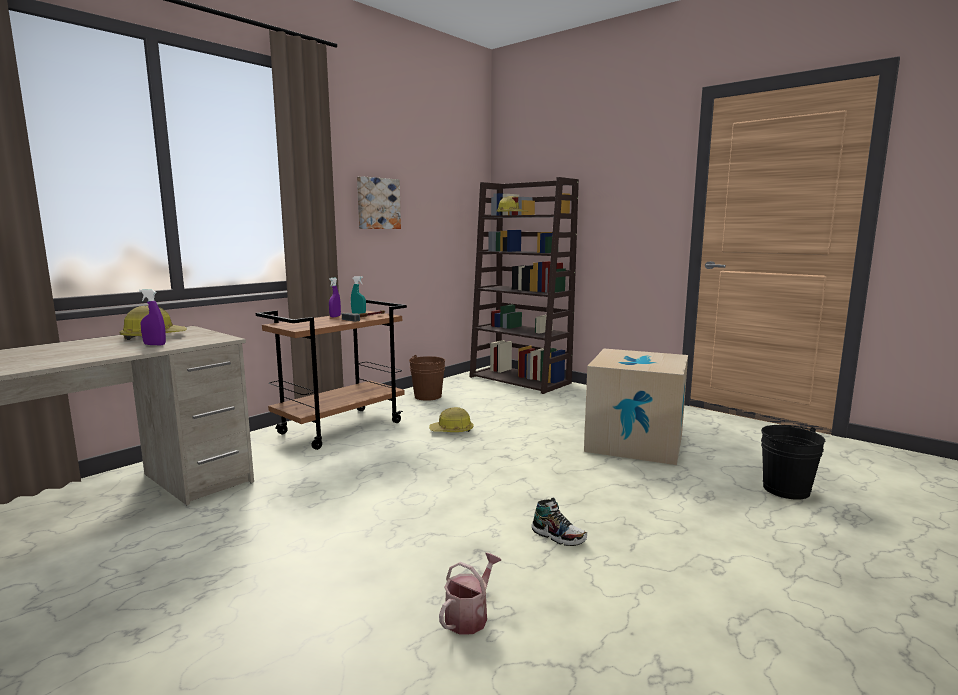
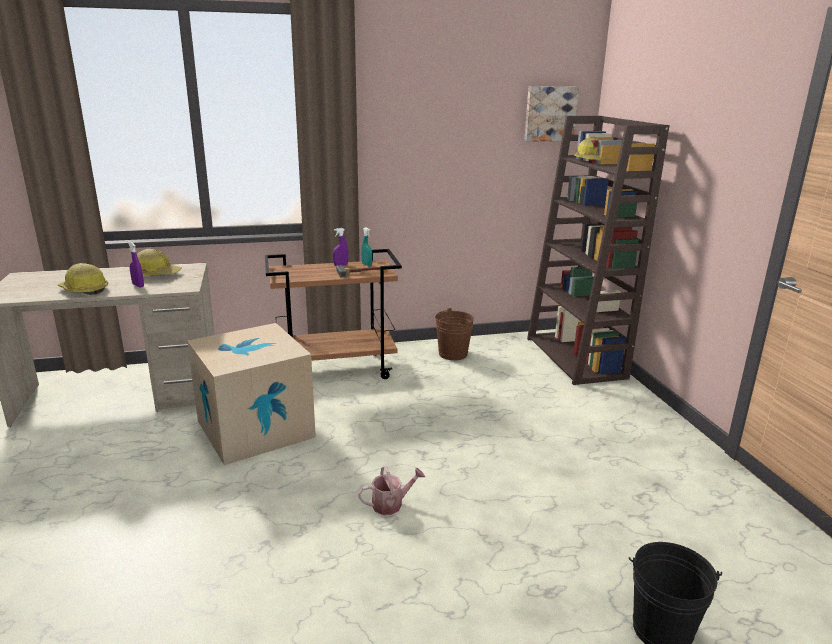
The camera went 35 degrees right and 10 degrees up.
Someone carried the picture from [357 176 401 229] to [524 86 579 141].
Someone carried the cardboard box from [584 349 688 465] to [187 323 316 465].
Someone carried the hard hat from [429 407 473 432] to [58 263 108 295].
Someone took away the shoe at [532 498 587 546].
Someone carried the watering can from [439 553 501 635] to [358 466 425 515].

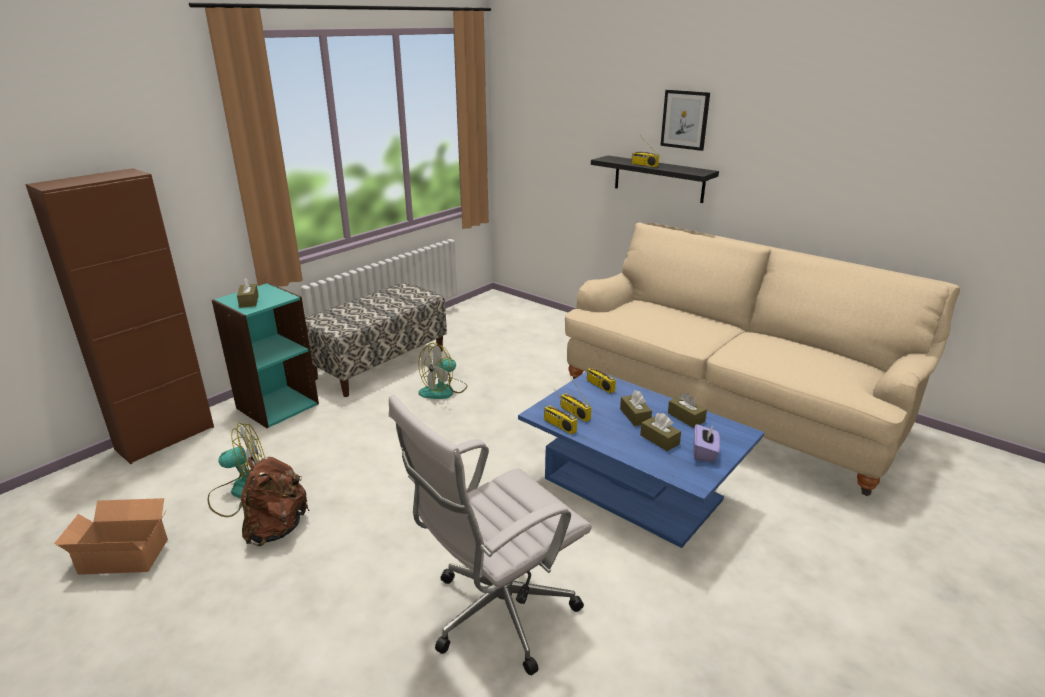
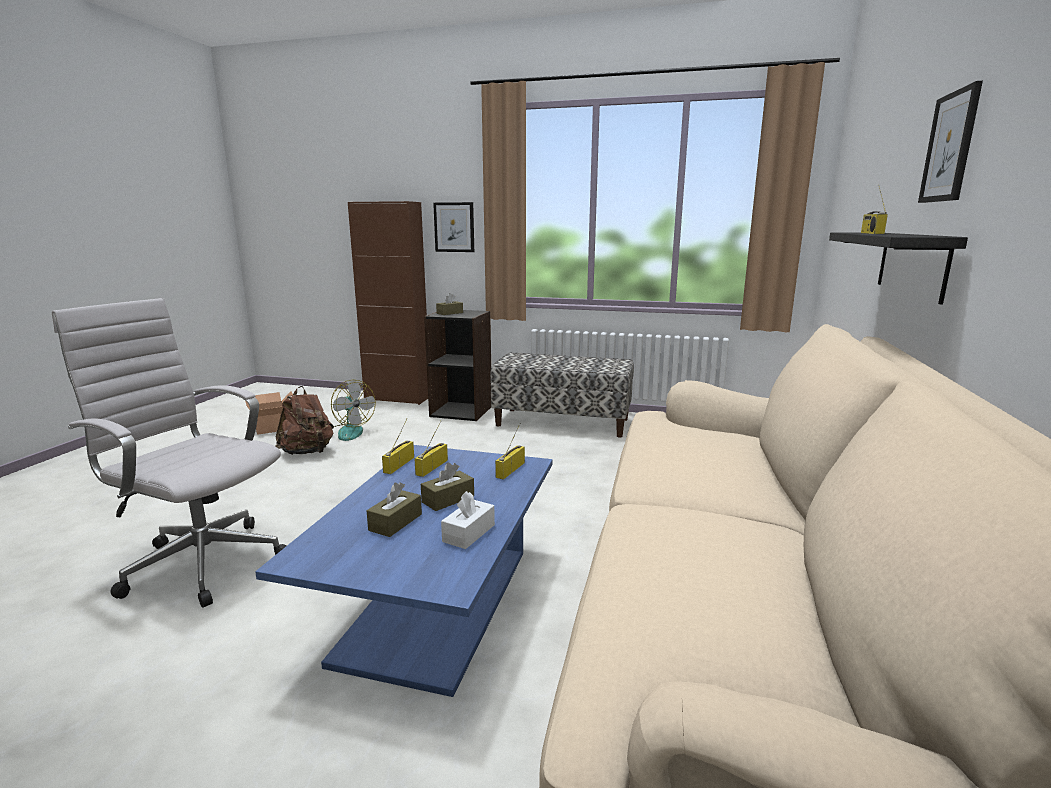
The camera went 65 degrees right and 10 degrees down.
Someone repainted the turquoise bookcase at [212 283 319 428], which became the black bookcase at [424 310 491 421].
Someone took away the fan at [418 343 468 399].
Someone repainted the brown tissue box at [668 393 707 428], which became the white tissue box at [441 491 495 549].
Someone took away the purple tissue box at [694 424 720 462].
Someone put up the picture at [433 202 474 252].

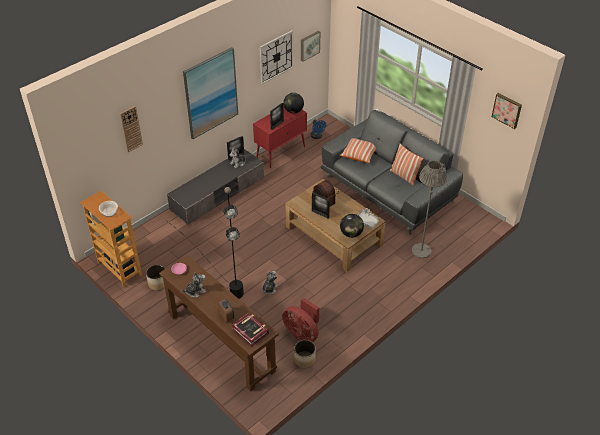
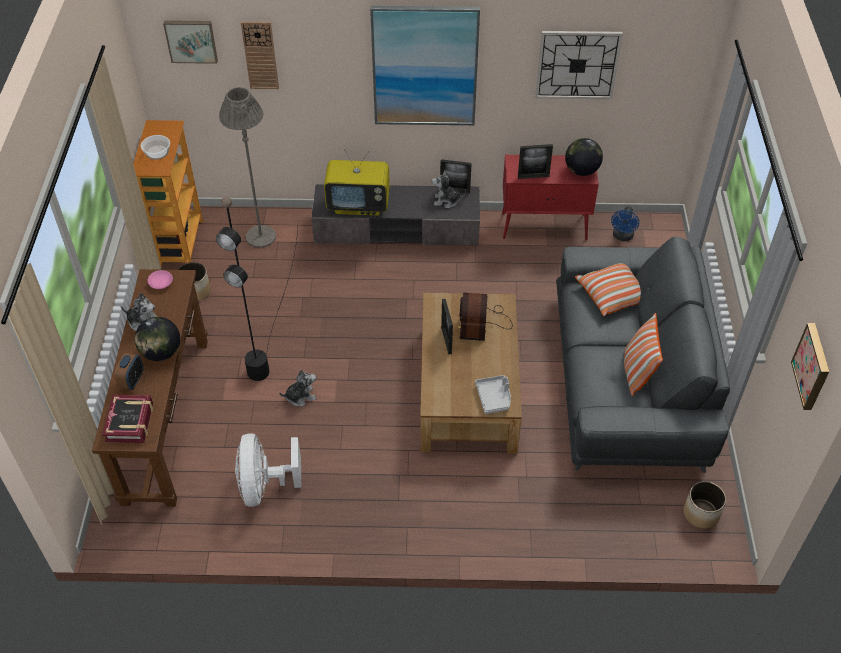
The camera went 45 degrees right and 5 degrees up.
Someone carried the picture from [301 31 320 62] to [163 20 218 64].
Someone carried the grey floor lamp from [412 160 447 258] to [219 87 276 248].
Someone carried the globe from [340 214 364 238] to [135 317 180 361].
Someone repainted the red fan at [282 297 319 342], which became the white fan at [235 433 301 507].
Someone carried the planter from [294 340 316 368] to [683 481 726 529].
Someone put down the television at [324 149 390 215].

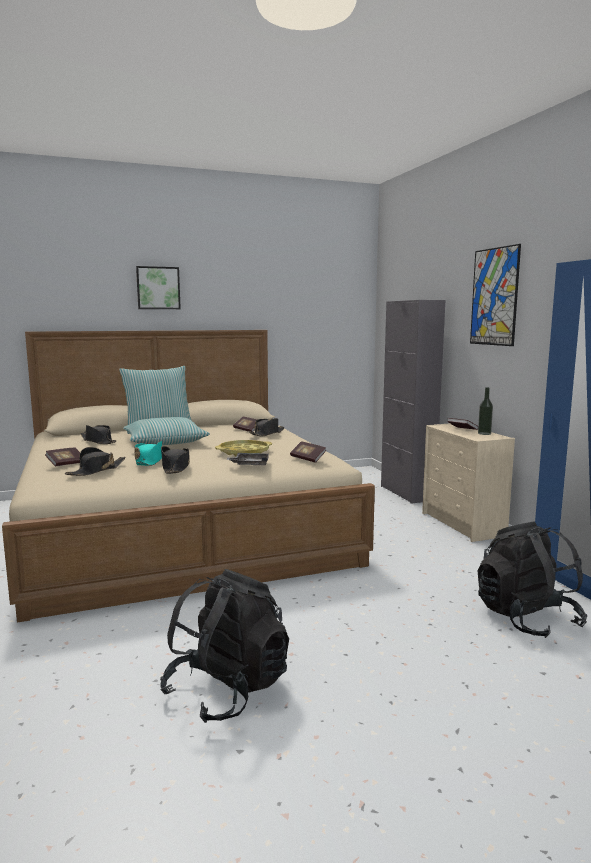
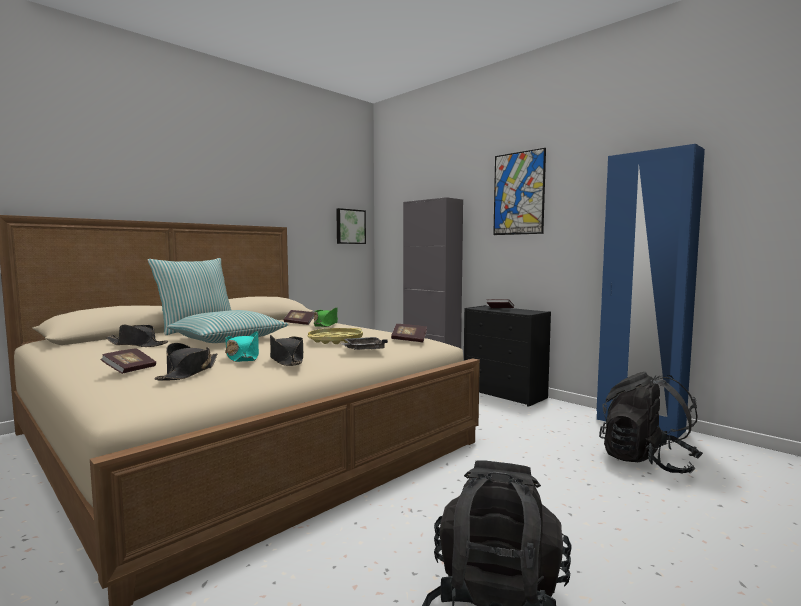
The camera went 25 degrees left and 5 degrees down.
Someone carried the picture from [136 266 181 309] to [336 208 366 244].
Someone took away the bottle at [478 387 493 435].
Someone repainted the black hat at [248 418 285 437], which became the green hat at [314 308 338 327].
Someone repainted the beige dresser at [422 424 515 542], which became the black dresser at [464 305 551 407].

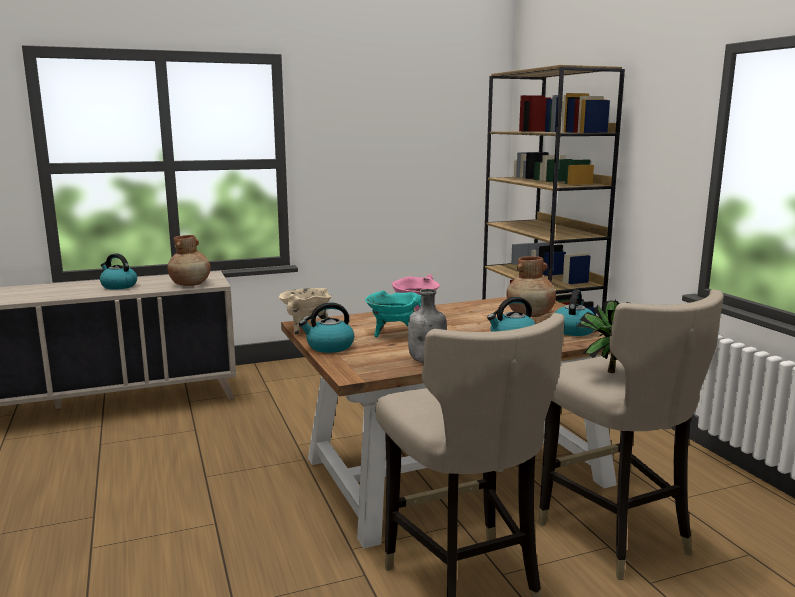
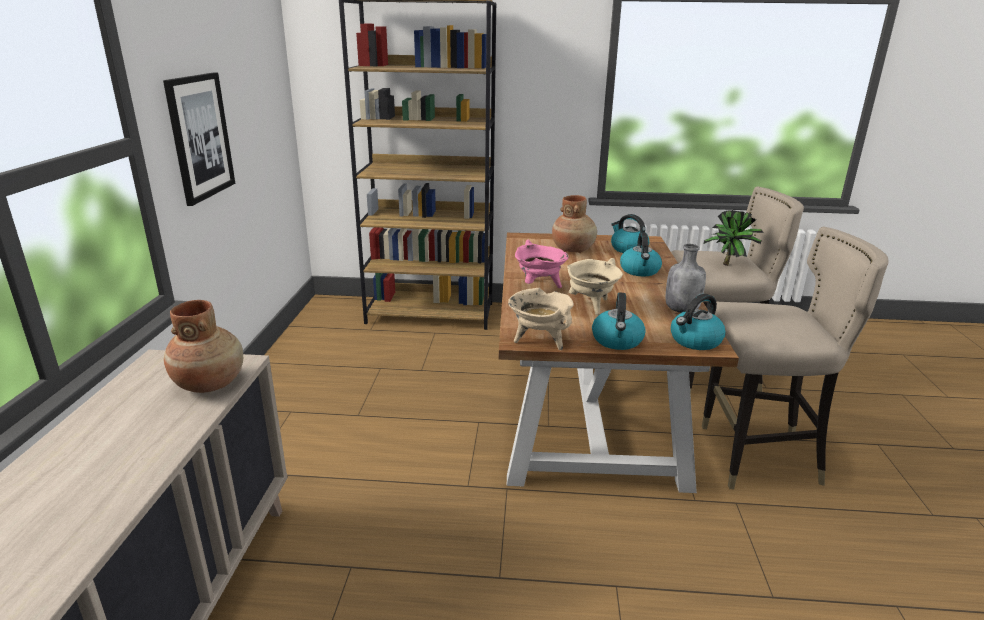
The camera went 65 degrees left and 10 degrees up.
Someone carried the kettle from [100 253 137 290] to [671 294 726 350].
Someone repainted the turquoise cooking pot at [365 291 421 337], which became the beige cooking pot at [567 258 623 315].
Someone put up the picture at [163 73 235 206].

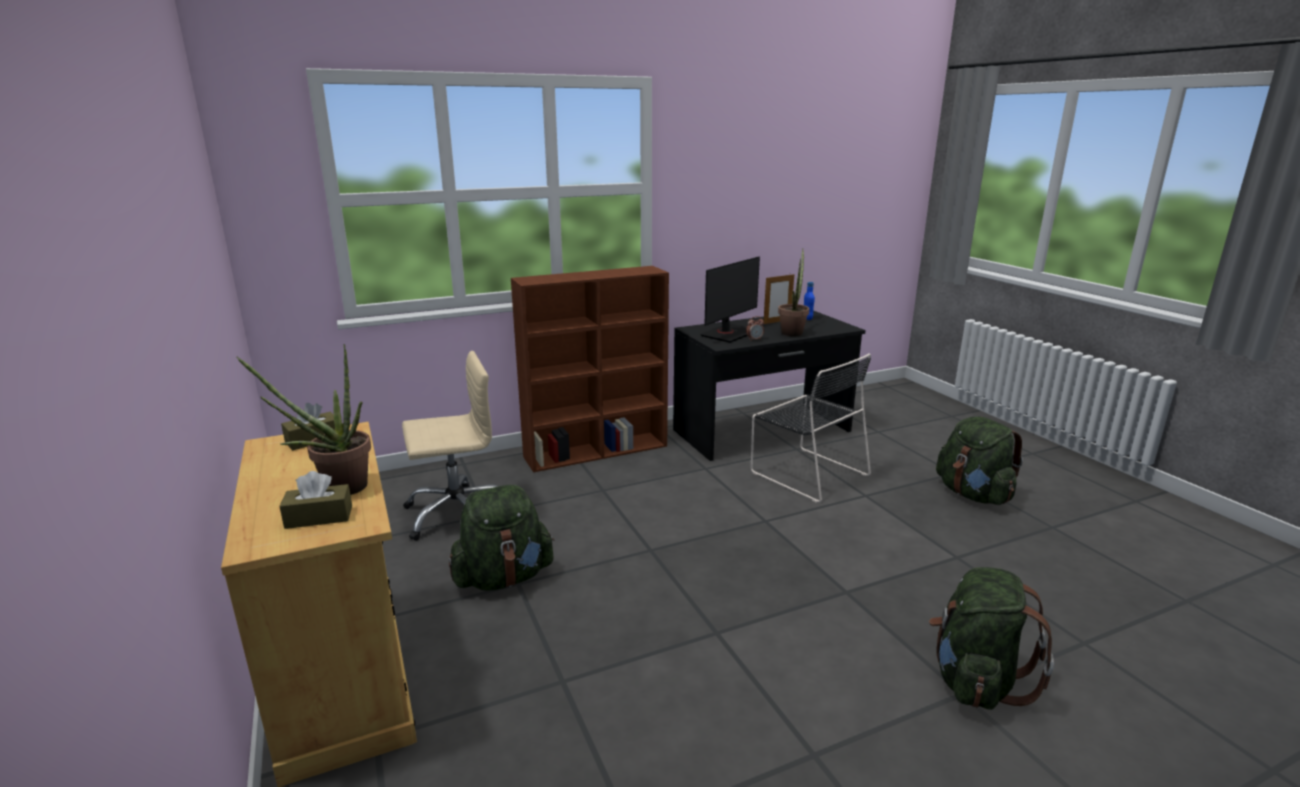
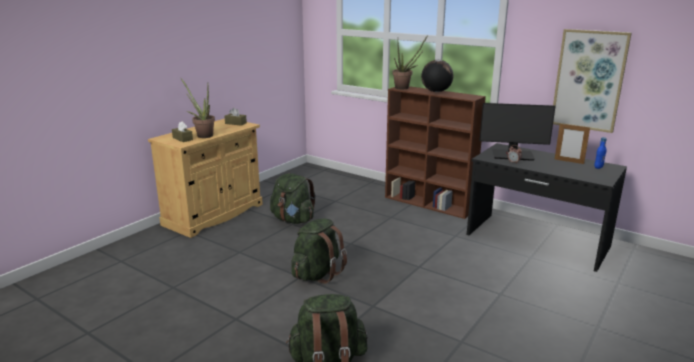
The camera went 60 degrees right and 0 degrees up.
Someone carried the potted plant from [778 248 809 336] to [393 35 428 89].
Someone took away the beige office chair at [402 351 498 541].
Someone took away the black chair at [751 353 871 503].
Someone carried the green backpack from [936 416 1023 505] to [291 219 347 284].
Someone put up the picture at [553 29 632 133].
Someone put down the globe at [421 60 454 92].

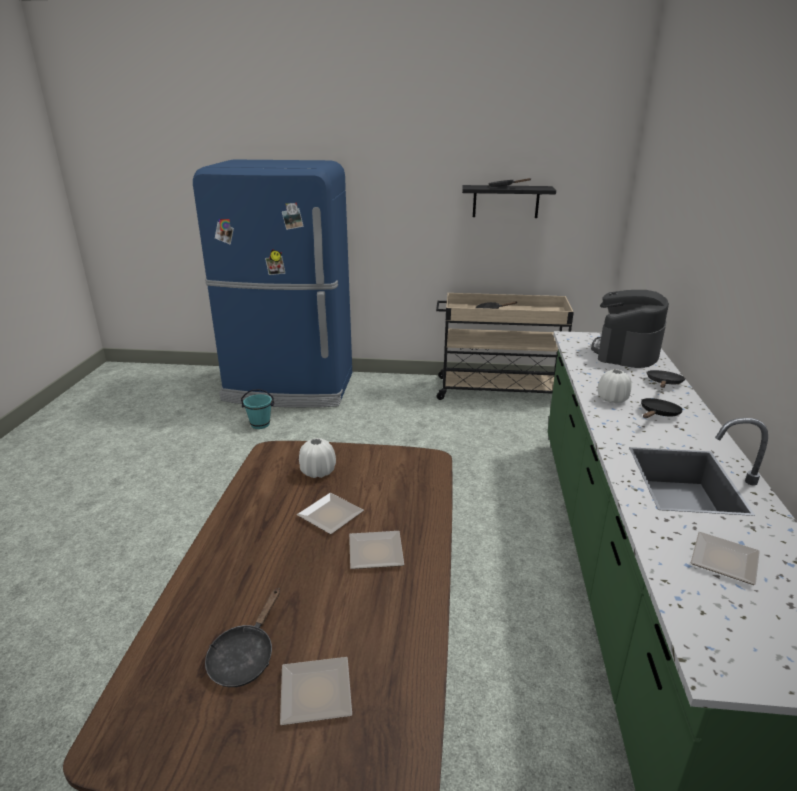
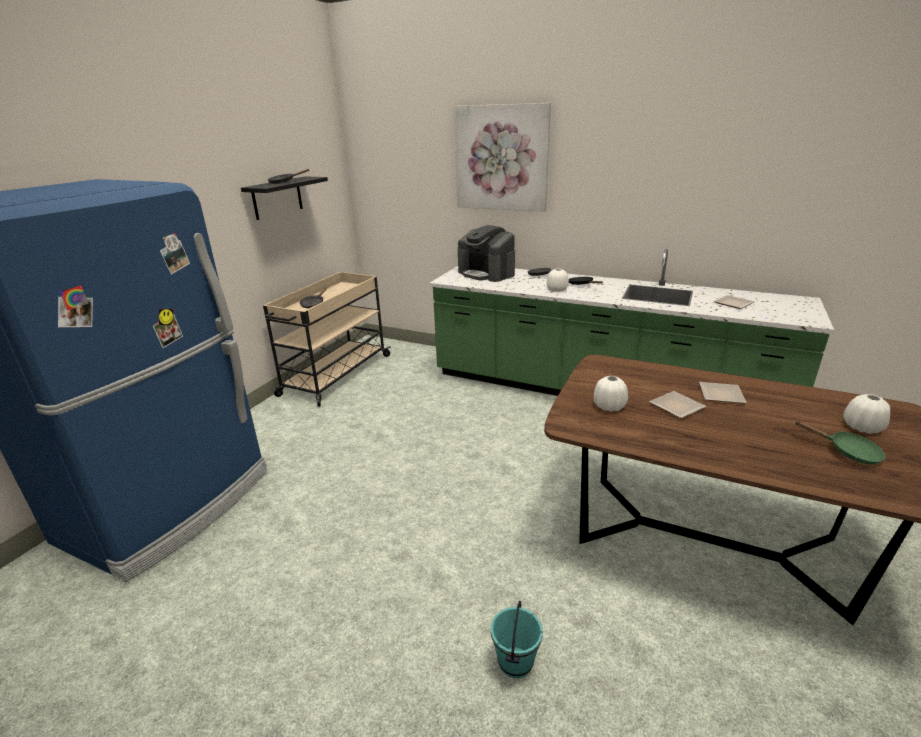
The camera went 70 degrees left and 0 degrees up.
Someone carried the turquoise bucket from [241 389 274 429] to [491 601 543 678].
Someone repainted the black frying pan at [205 588 280 687], which became the green frying pan at [795 420 886 464].
Someone swapped the plate at [280 657 352 725] for the white vase at [843 394 890 434].
Someone put up the picture at [454 103 551 212].

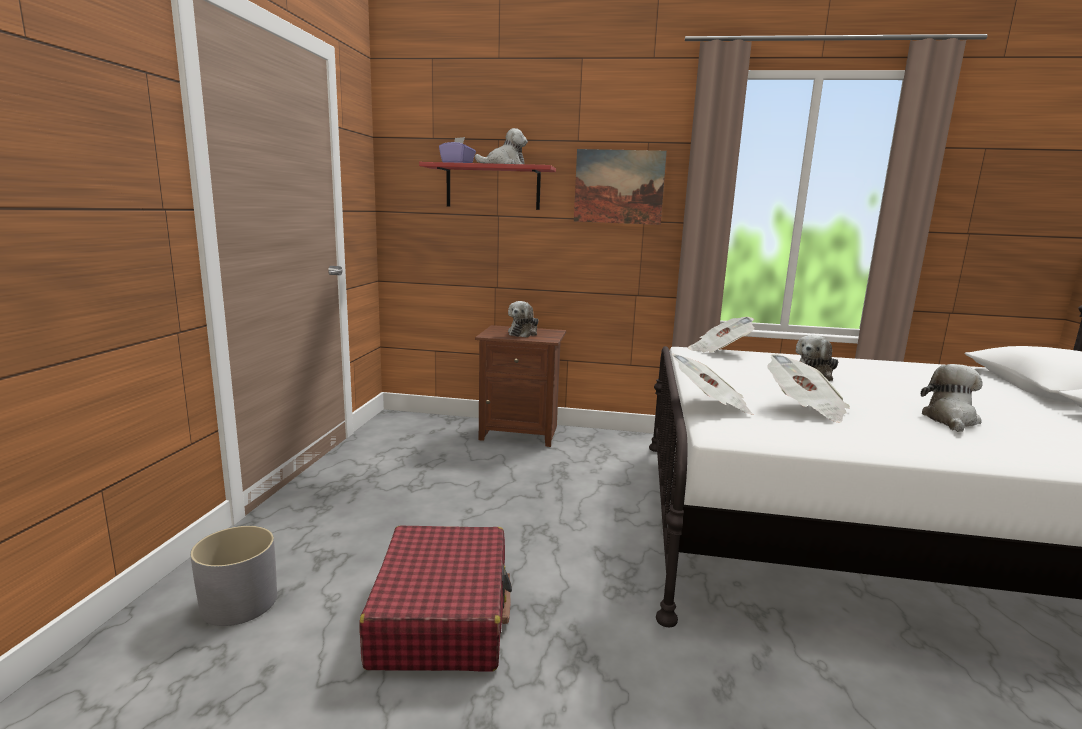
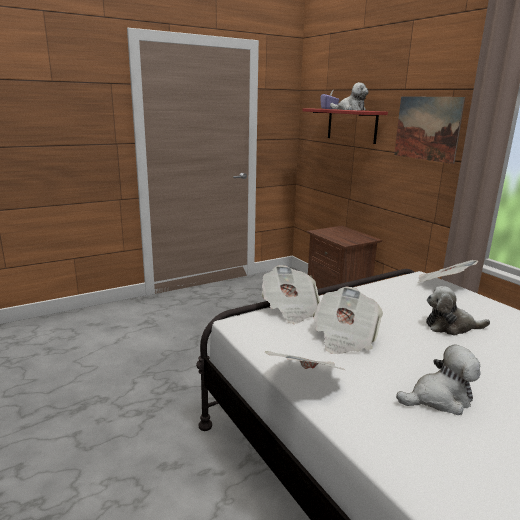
The camera went 50 degrees right and 5 degrees up.
Someone took away the plush toy at [508 301 539 337].
Someone took away the red suitcase at [359 525 512 672].
Someone took away the grey planter at [190 526 277 626].
Someone put down the newspaper at [265 351 344 370].

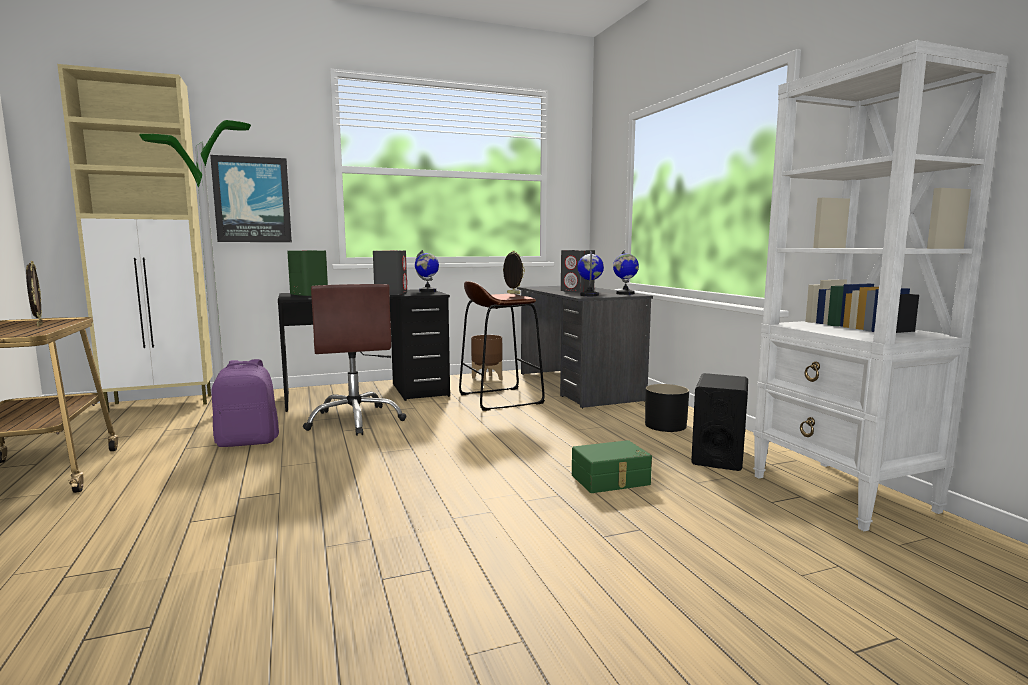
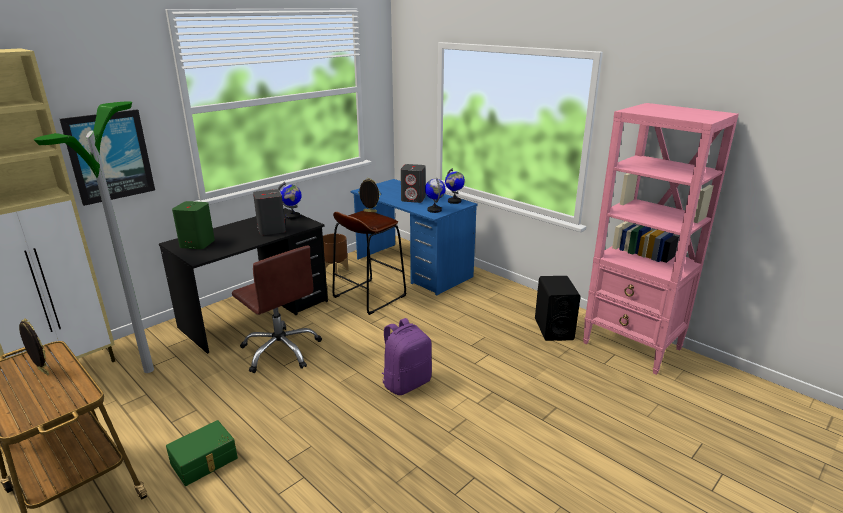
The camera went 25 degrees left and 15 degrees up.
Someone repainted the white bookcase at [753 40 1008 531], which became the pink bookcase at [583 103 739 375].
Someone repainted the grey desk at [517 286 653 408], which became the blue desk at [351 179 478 296].
Someone carried the purple backpack from [211 359 279 447] to [381 318 432 395].
Someone took away the black planter at [645 384 689 432].
Someone carried the green storage box from [572 440 652 493] to [166 420 238 486].

